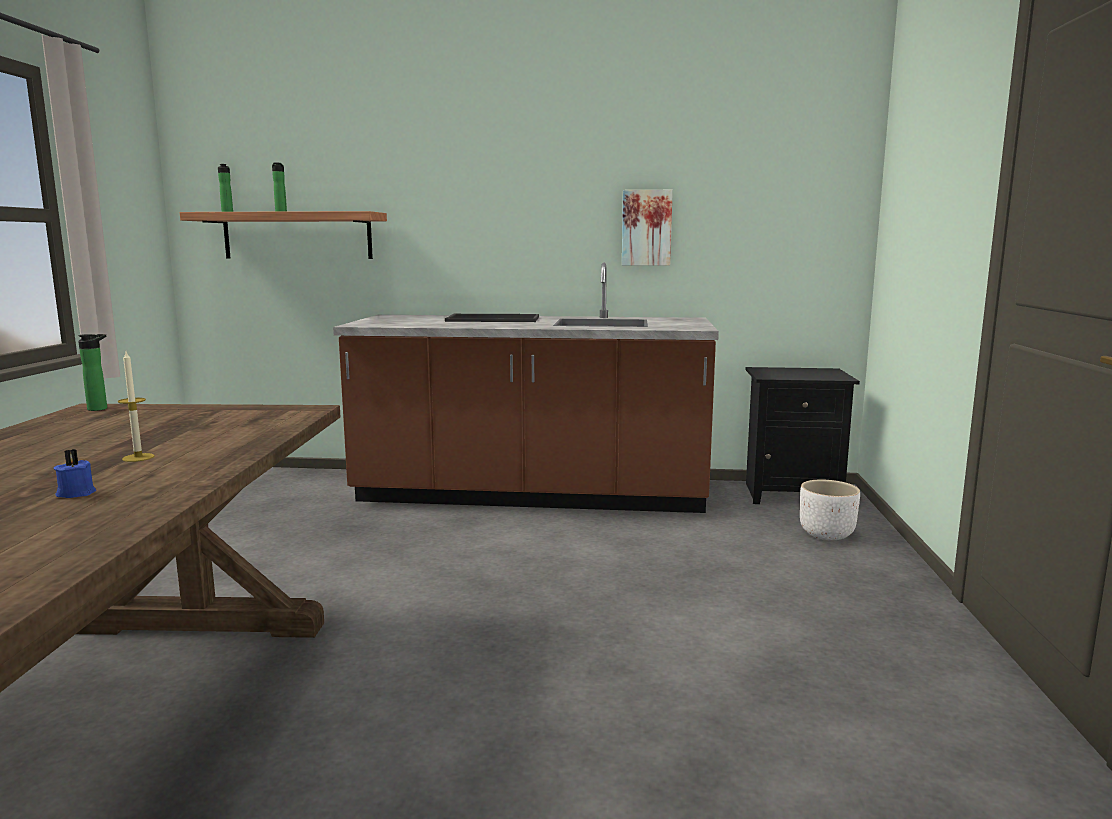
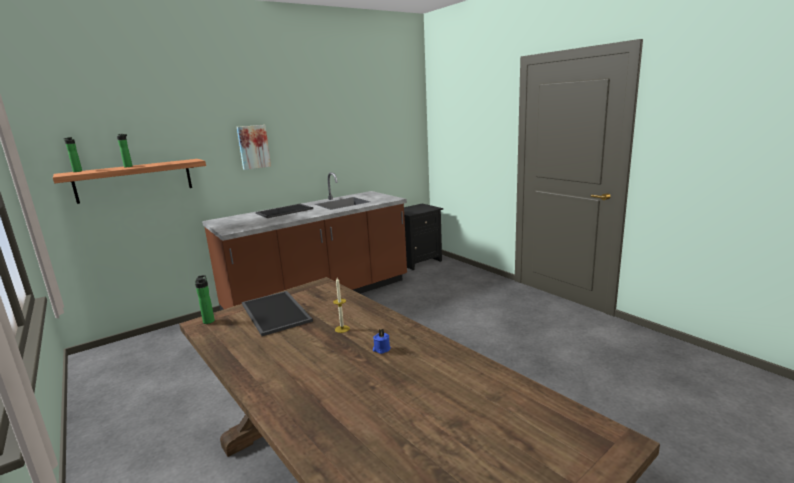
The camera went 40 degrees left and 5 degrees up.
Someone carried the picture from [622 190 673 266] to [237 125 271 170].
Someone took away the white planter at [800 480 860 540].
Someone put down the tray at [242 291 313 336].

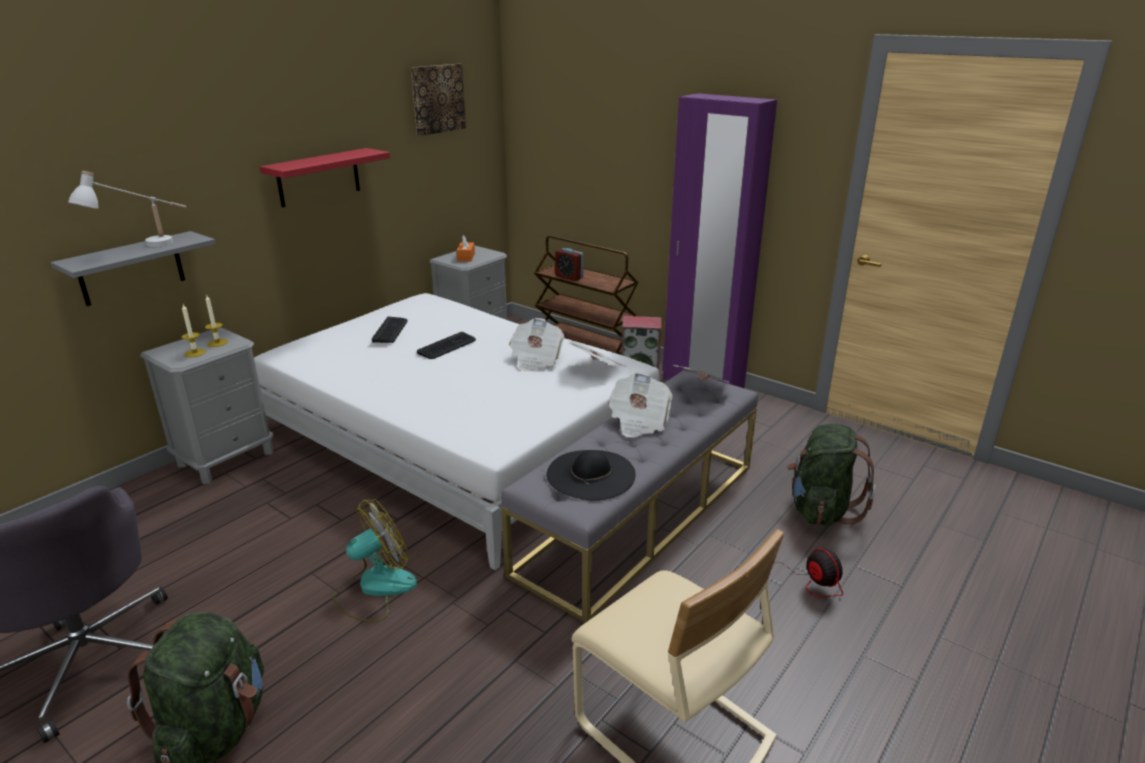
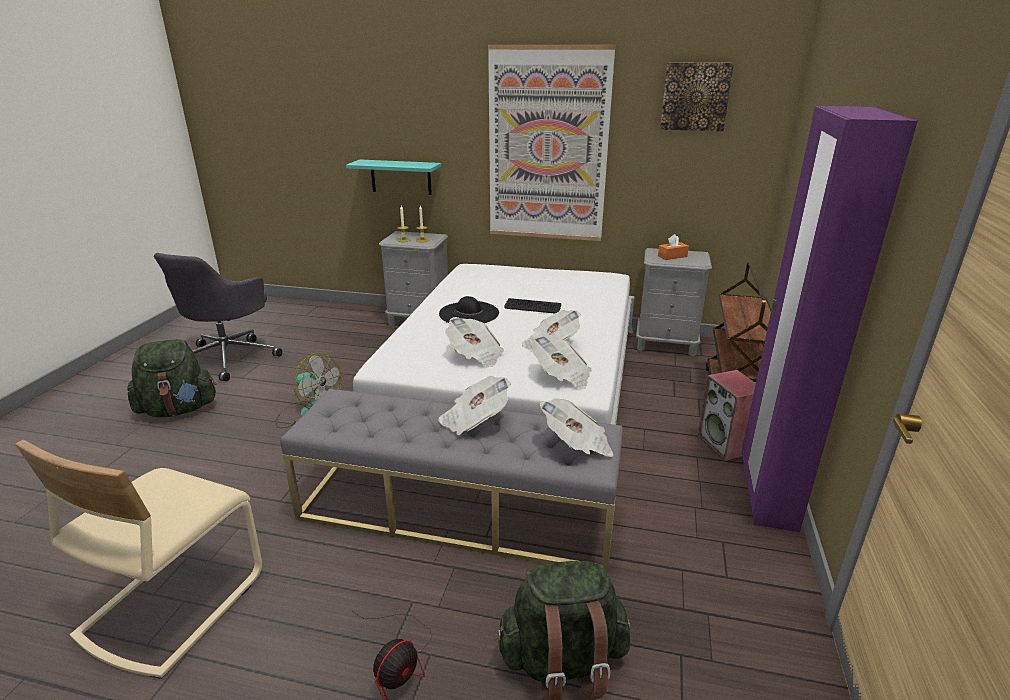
The camera went 65 degrees right and 0 degrees up.
Someone swapped the red shelf at [260 148 390 207] for the picture at [488 45 615 241].
Someone took away the white table lamp at [68 170 186 247].
Someone repainted the grey shelf at [50 231 216 306], which became the turquoise shelf at [346 159 441 195].
Someone took away the alarm clock at [555 248 584 281].
Someone took away the keyboard at [372 317 408 343].
Someone carried the black hat from [547 450 636 500] to [439 296 499 323].
Someone put down the newspaper at [445 317 504 367].

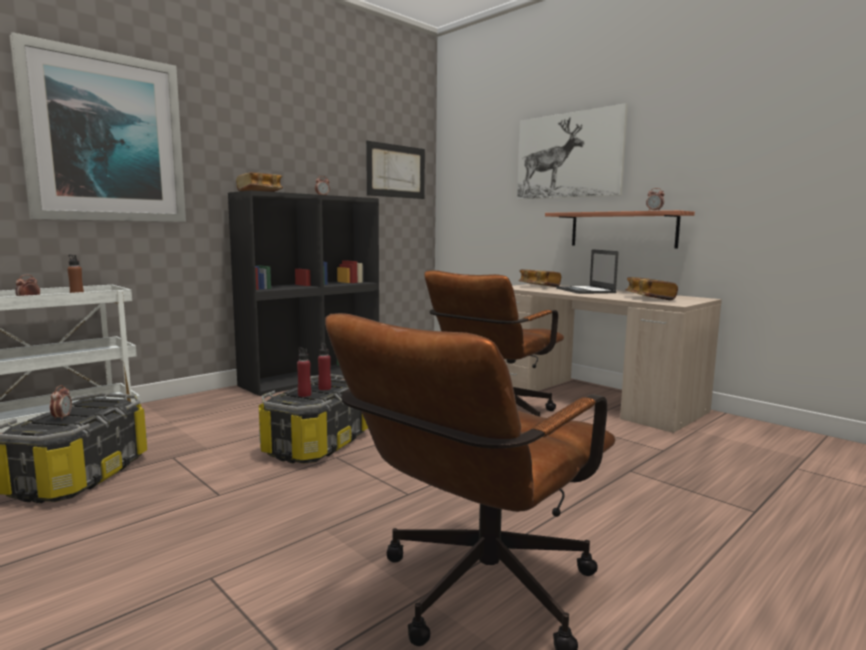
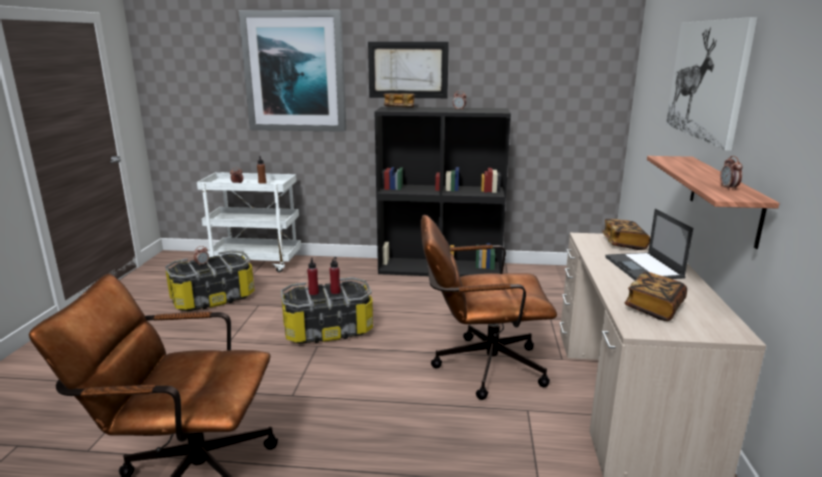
The camera went 50 degrees right and 10 degrees up.
Someone carried the picture from [366 141 425 199] to [368 42 449 98].
Someone rotated the laptop at [556 249 619 294] by 45 degrees counterclockwise.

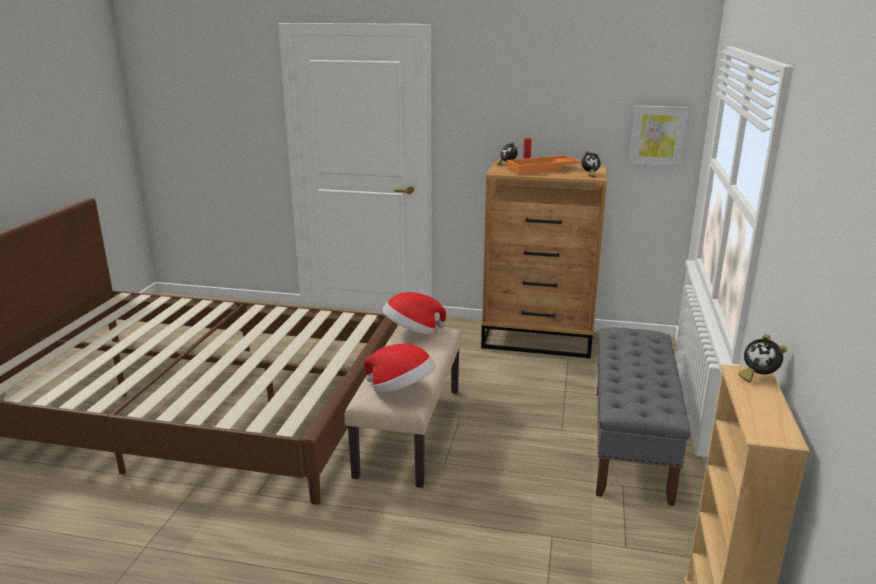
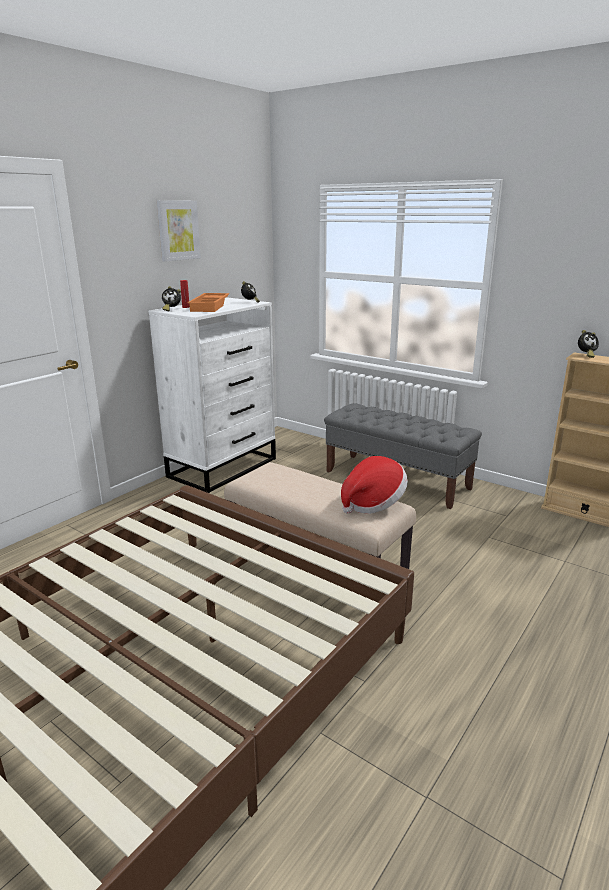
The camera went 65 degrees left and 0 degrees up.
Someone carried the picture from [629 106 688 166] to [157 200 201 262].
Someone repainted the brown dresser at [481 161 607 359], which became the white dresser at [148 297 276 493].
Someone took away the hat at [382 292 446 335].

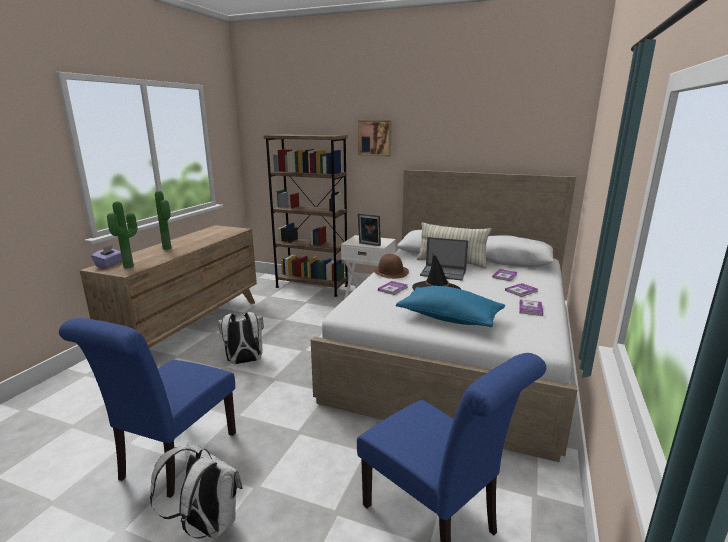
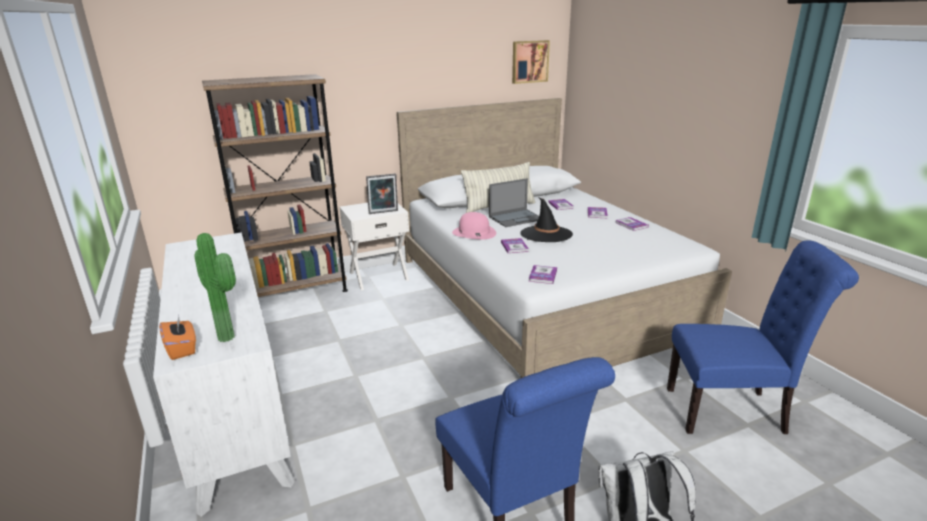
The camera went 45 degrees left and 5 degrees up.
Someone carried the picture from [358 120 392 156] to [512 40 550 84].
Someone took away the potted plant at [155 191 172 250].
Someone repainted the brown dresser at [80 225 257 348], which became the white dresser at [153 232 295 517].
Someone repainted the purple tissue box at [91 245 122 268], which became the orange tissue box at [159 316 196 360].
Someone repainted the brown hat at [373 254 409 279], which became the pink hat at [452 212 496 240].
Someone took away the blue pillow at [396 286 505 327].
Someone took away the white backpack at [218 312 264 364].
Someone put down the book at [529 265 557 284].

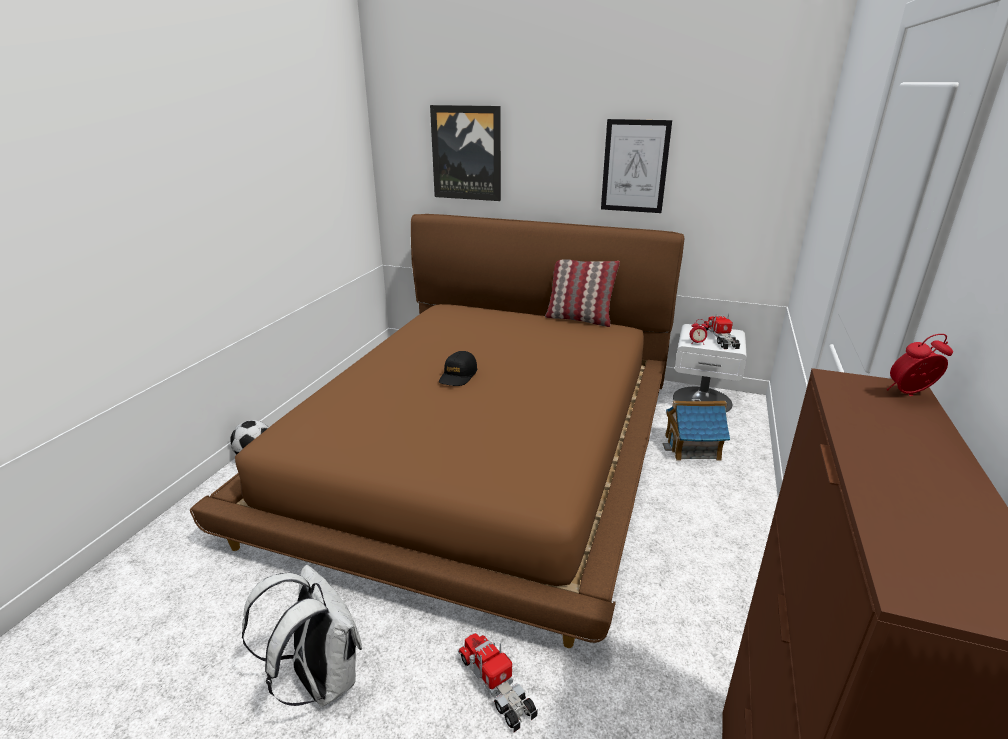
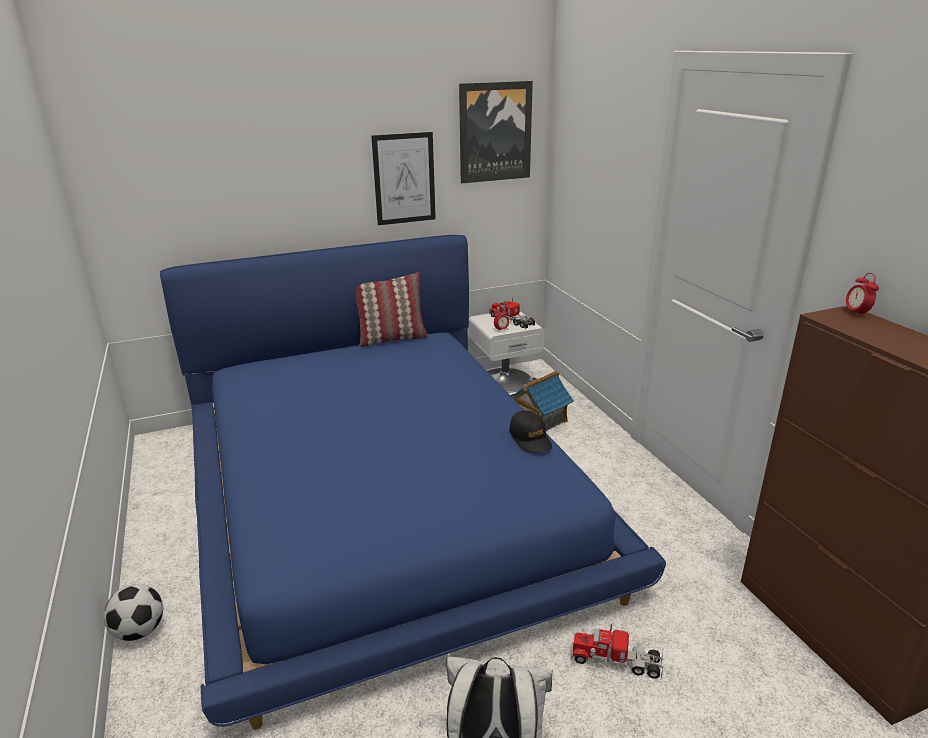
The camera went 40 degrees left and 0 degrees up.
Someone carried the picture from [430 105 501 201] to [459 81 533 183].
Someone repainted the brown bed at [190 214 684 648], which became the blue bed at [160 235 666 729].
Someone rotated the alarm clock at [887 334 953 396] by 45 degrees counterclockwise.
Someone carried the black cap from [439 351 477 386] to [509 410 552 453].

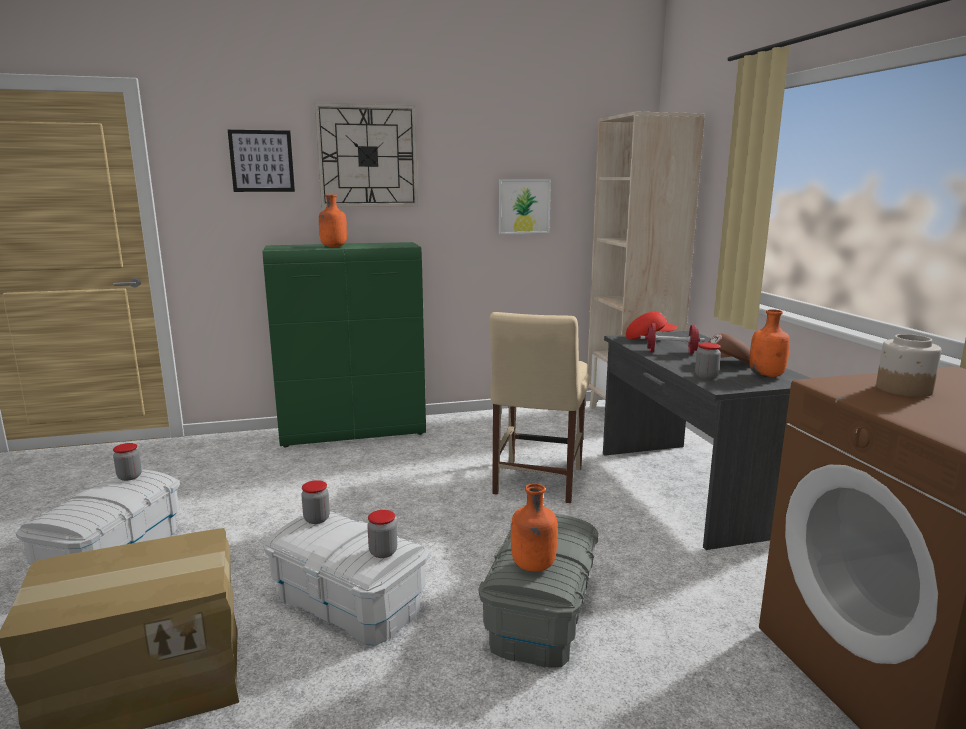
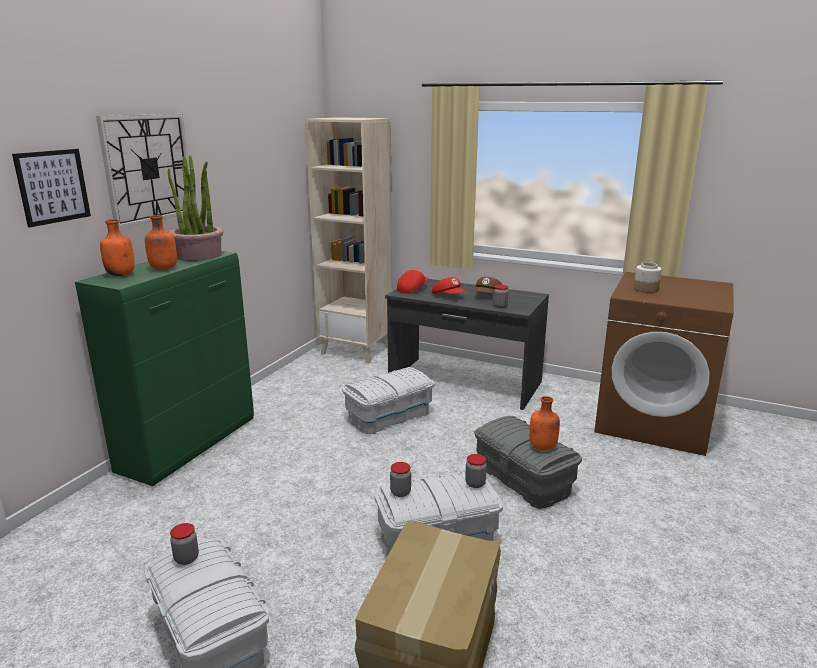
The camera went 50 degrees left and 5 degrees up.
Someone took away the picture at [499 179 551 234].
Someone carried the orange bottle from [750 309 790 377] to [100 219 135 276].
Someone swapped the beige chair at [489 312 590 503] for the white storage box at [342 367 435 434].
Someone swapped the red dumbbell at [640 323 705 354] for the red cap at [432 277 465 294].
Someone put down the potted plant at [168 156 223 261].

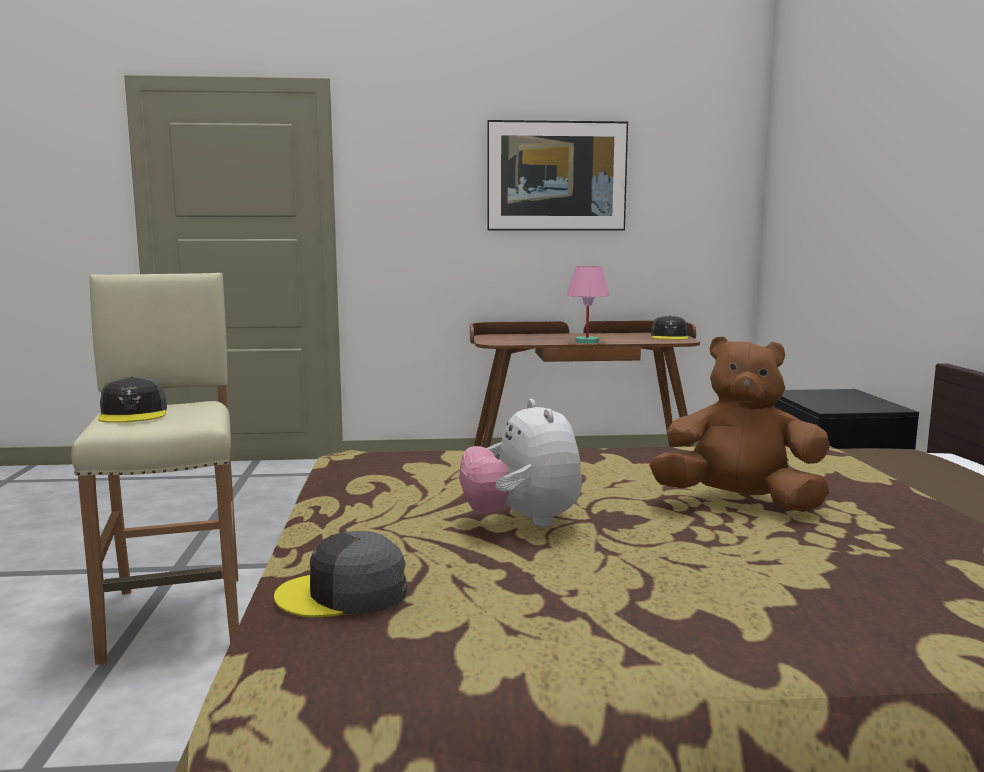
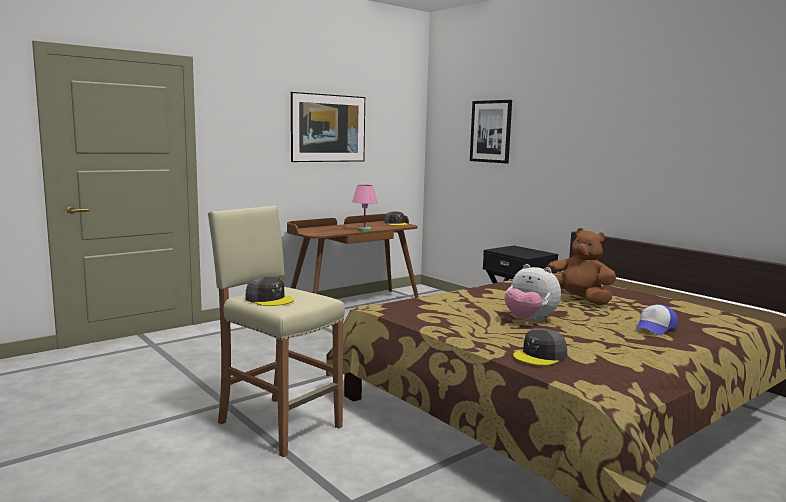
The camera went 35 degrees left and 0 degrees up.
Someone rotated the brown plush toy at [649 336 830 512] by 60 degrees clockwise.
Someone put up the picture at [470 100 512 163].
Someone put down the cap at [635 304 678 335].

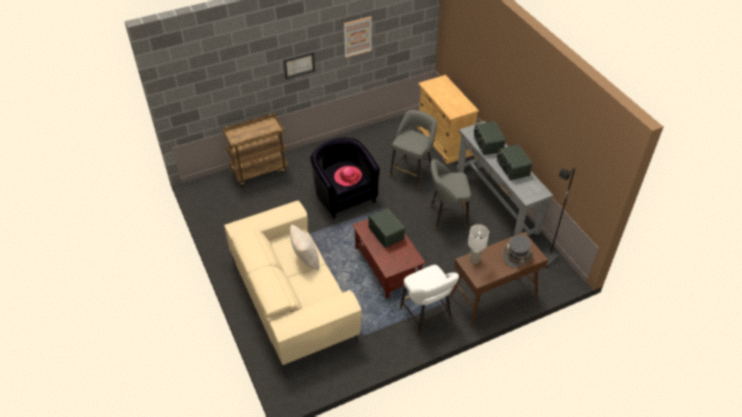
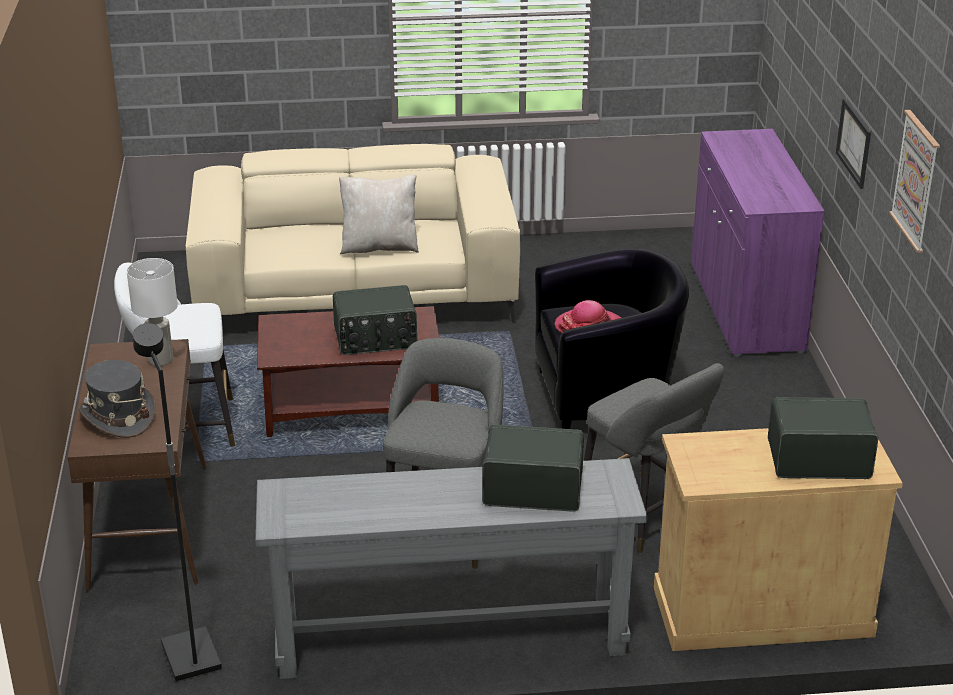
The camera went 110 degrees right and 15 degrees down.
Someone swapped the brown cart at [222 113 288 187] for the purple cabinet at [691 129 825 357].
Someone carried the radio from [497 144 532 181] to [768 397 878 479].

